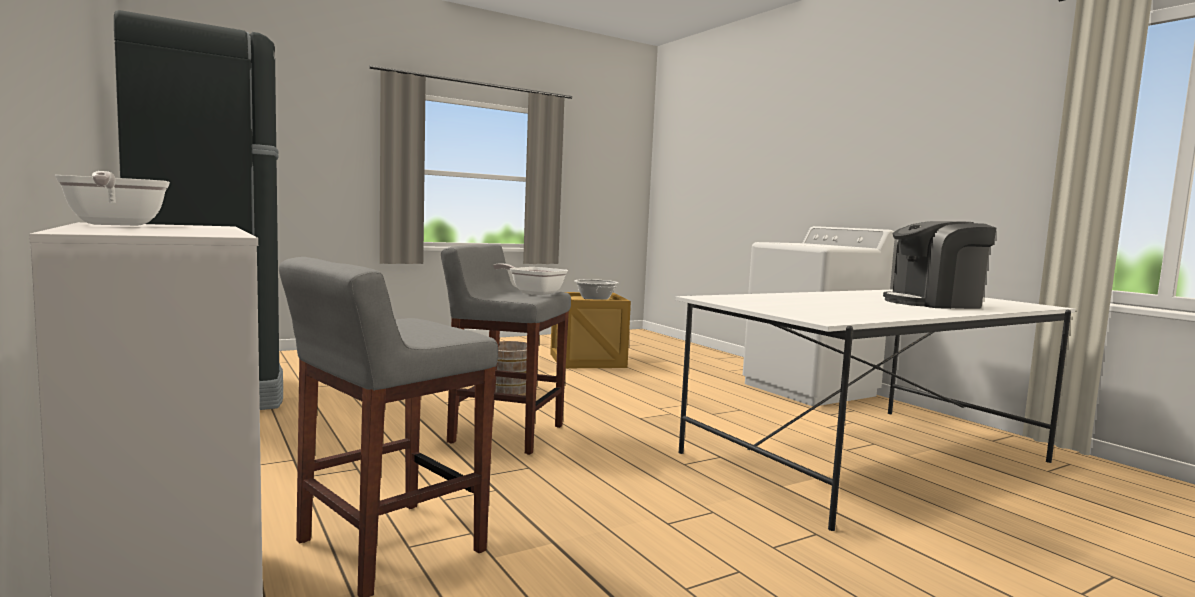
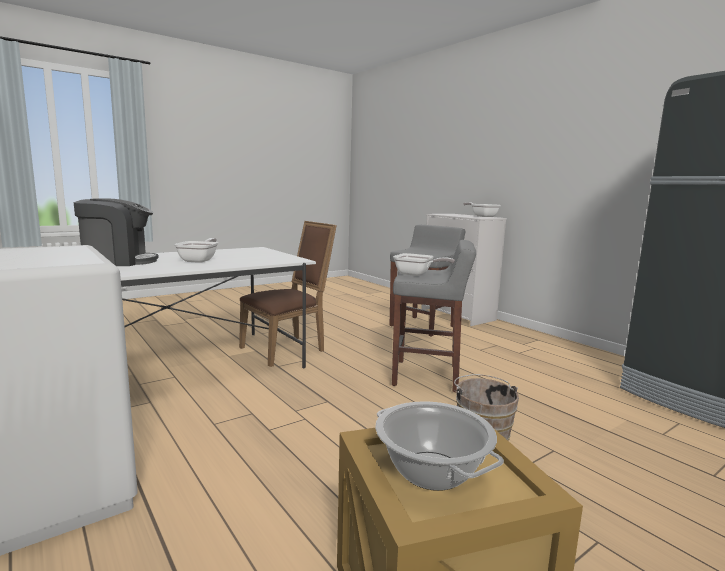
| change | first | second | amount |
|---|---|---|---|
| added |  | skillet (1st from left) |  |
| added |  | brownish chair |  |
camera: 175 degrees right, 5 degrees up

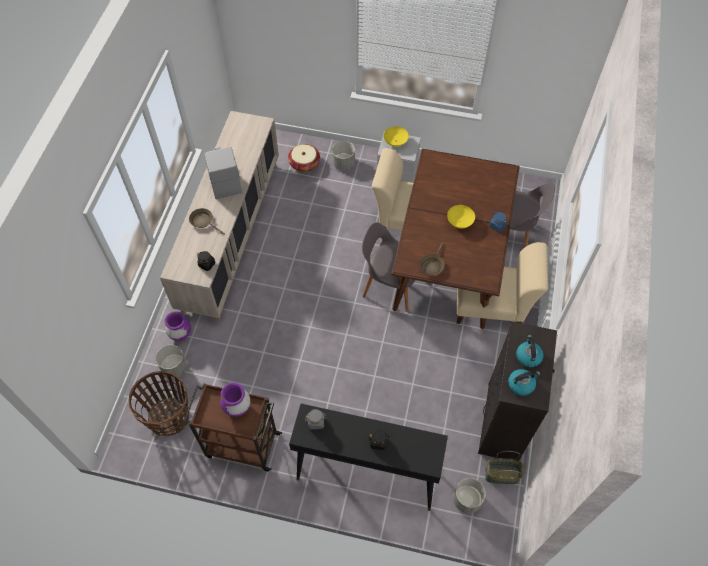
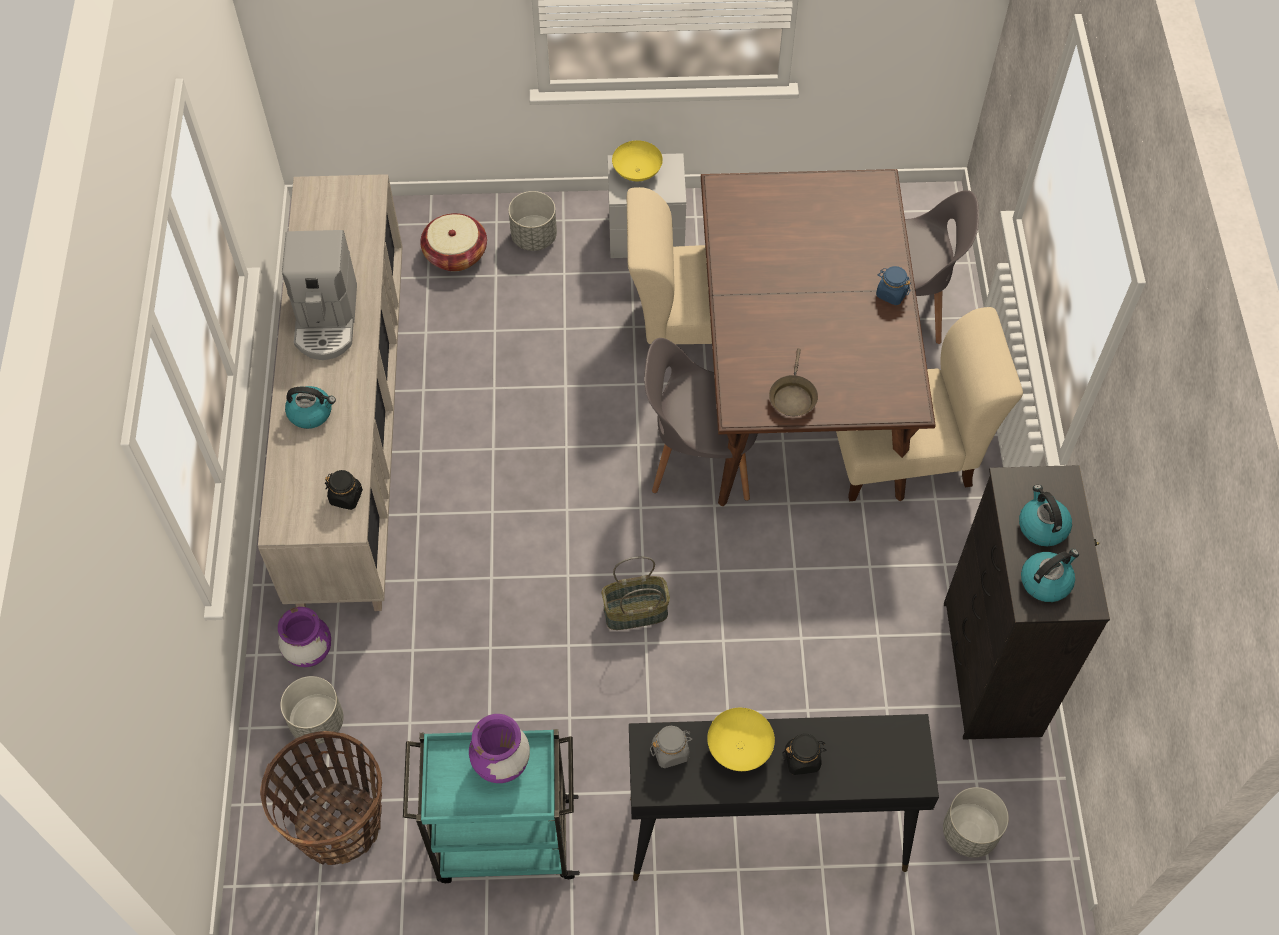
| change | first | second | amount |
|---|---|---|---|
| turned | coffee maker |  | 150 degrees counterclockwise |
| replaced | brownish skillet (1st from left) | tea kettle (1st from left) |  |
| recoloured | brownish trolley | blue-green trolley |  |
| moved | household basket (3rd from left) |  |  |
| moved | yellow-coloured serving bowl (2nd from left) |  |  |
camera: 15 degrees left, 0 degrees up

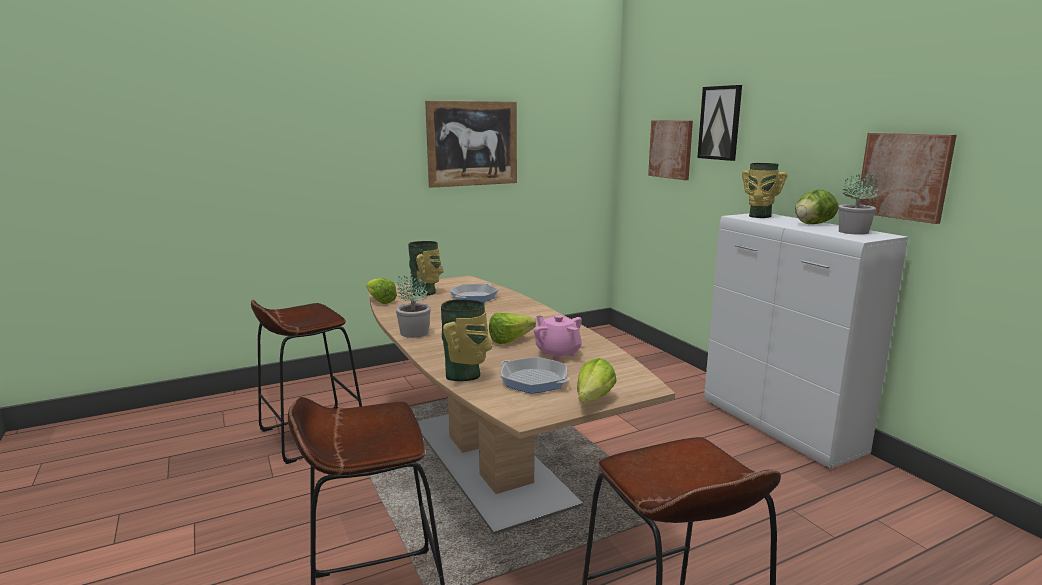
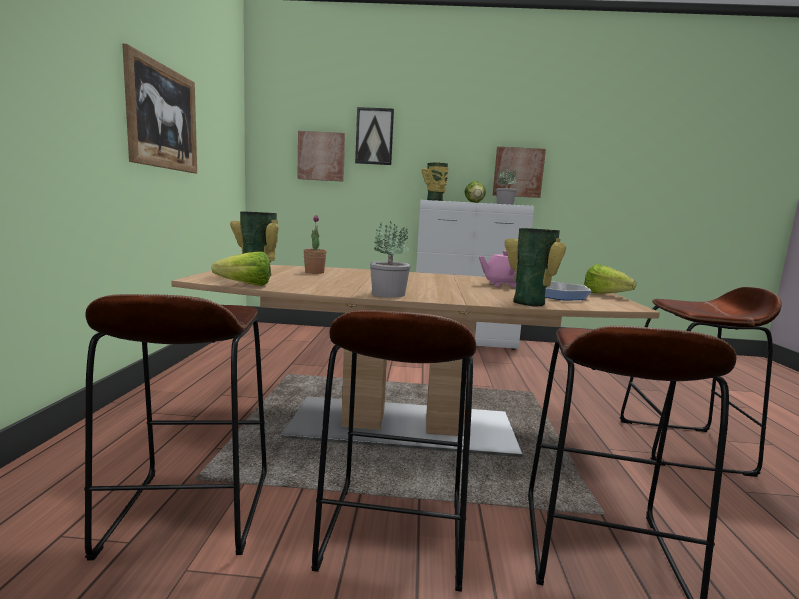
| change | first | second | amount |
|---|---|---|---|
| replaced | skillet (1st from left) | houseplant (1st from left) |  |
| added |  | brownish stool (2nd from left) |  |
| removed | lettuce head (2nd from left) |  |  |
camera: 60 degrees left, 5 degrees down

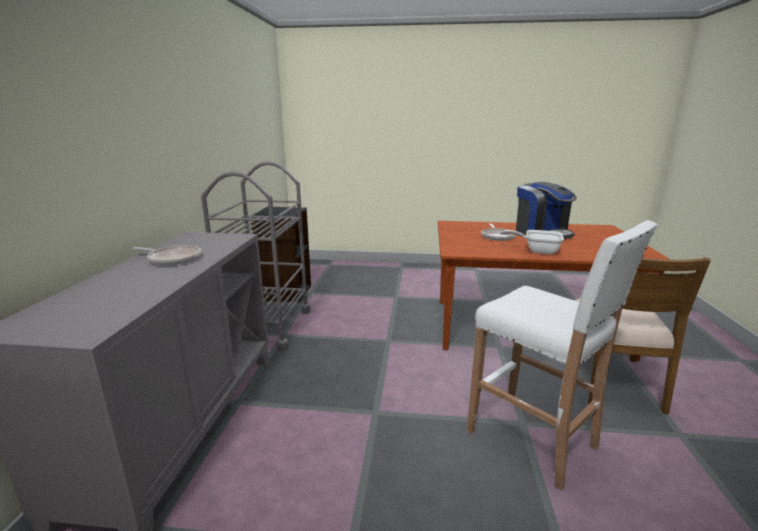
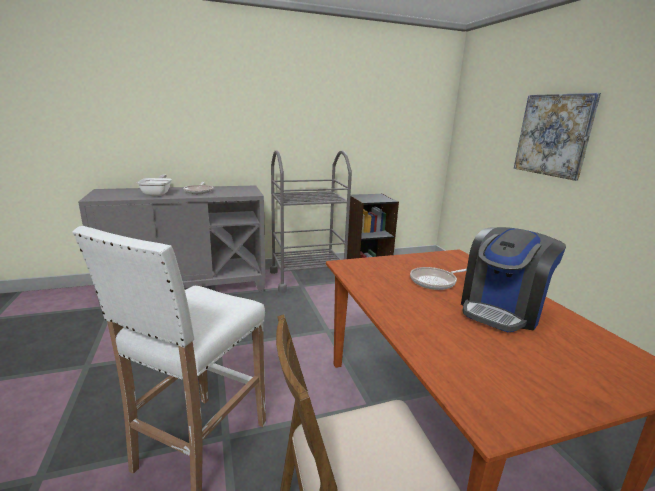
| change | first | second | amount |
|---|---|---|---|
| moved | skillet (3rd from left in the first image) | skillet (1st from left) |  |
| added |  | picture |  |
camera: 65 degrees right, 0 degrees up

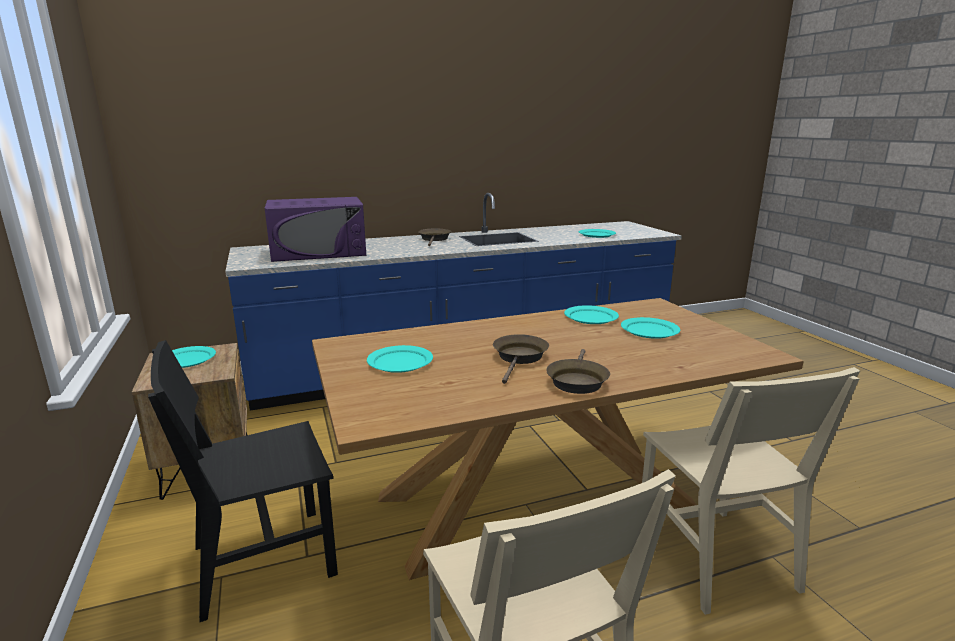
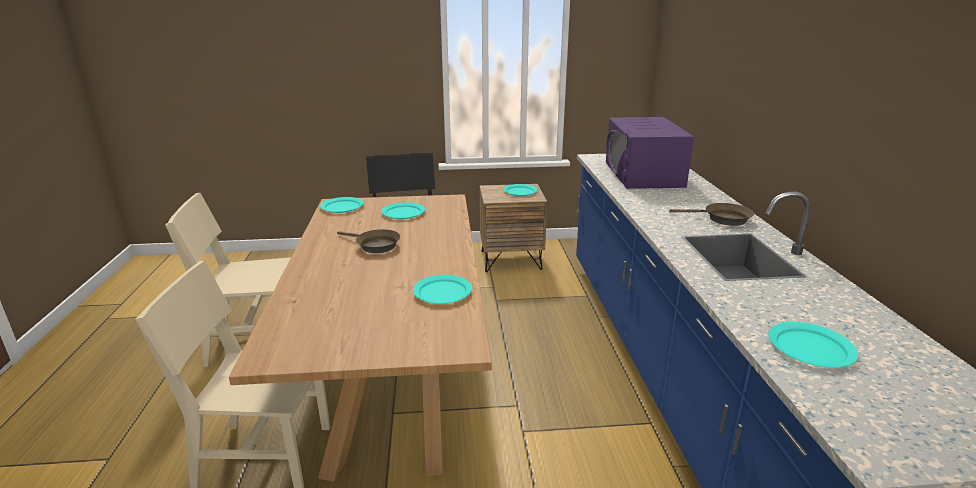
| change | first | second | amount |
|---|---|---|---|
| moved | blue-green flat dish (5th from left in the first image) | blue-green flat dish (1st from left) |  |
| removed | brownish skillet (3rd from left) |  |  |
camera: 105 degrees right, 5 degrees up

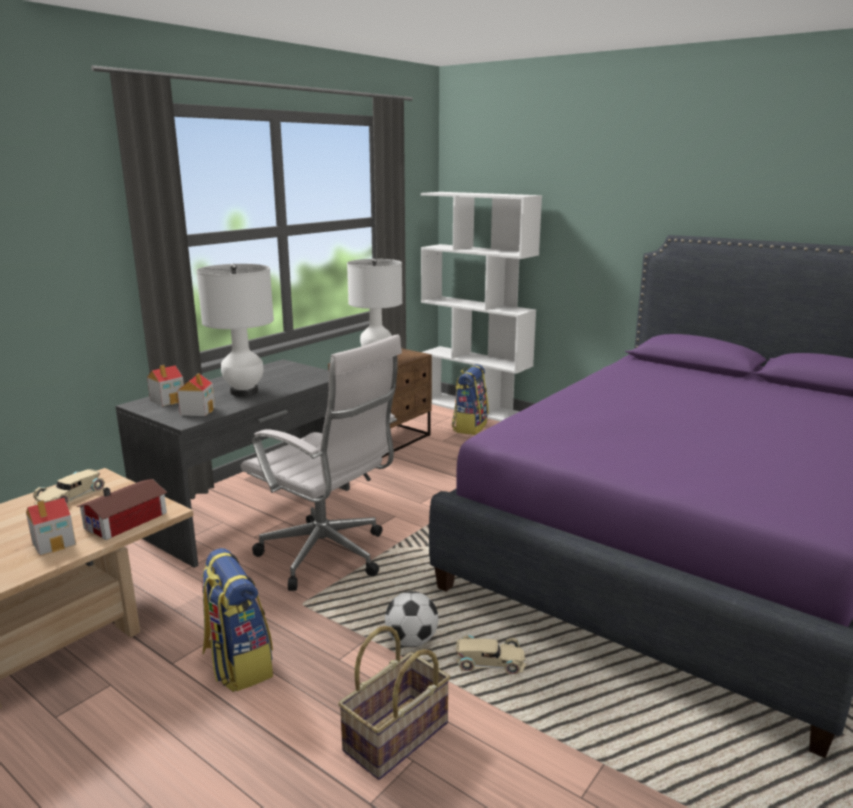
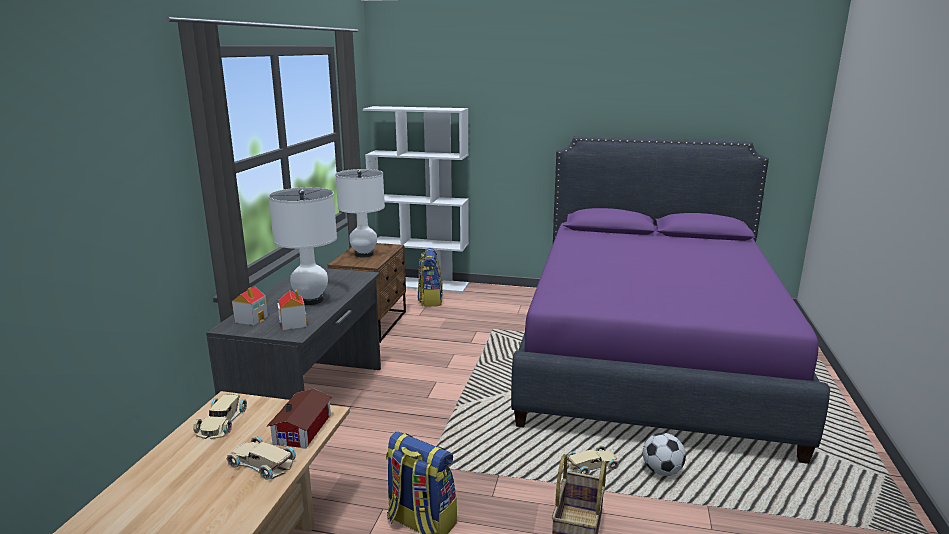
| change | first | second | amount |
|---|---|---|---|
| replaced | miniature house (1st from left) | beige-coloured model car (2nd from left) |  |
| moved | ball for football |  |  |
| removed | white-coloured office chair |  |  |
camera: 25 degrees left, 0 degrees up

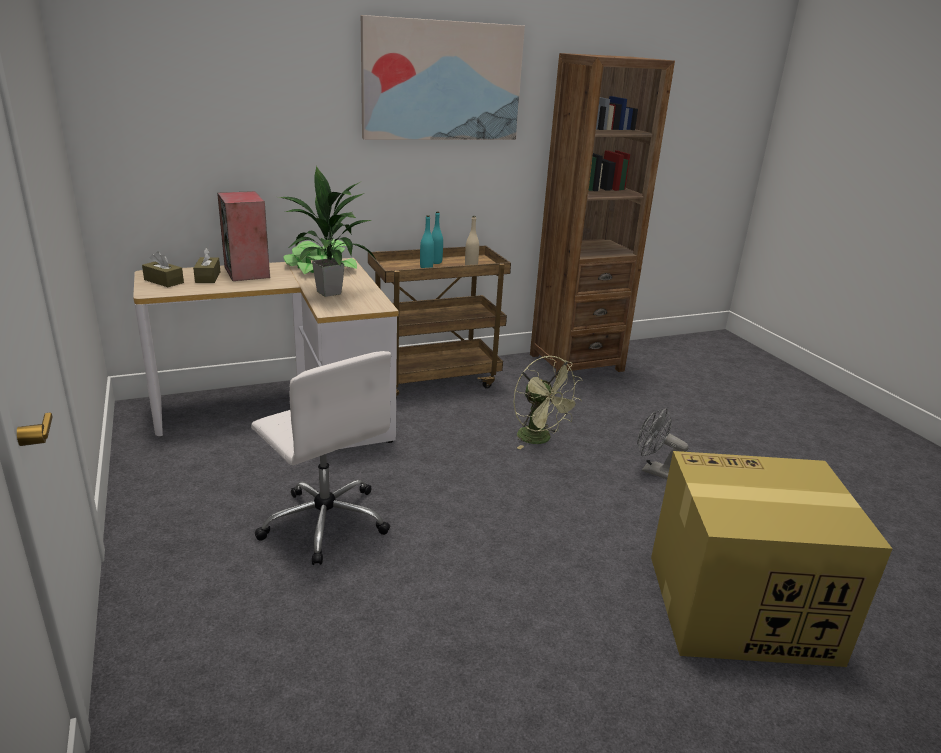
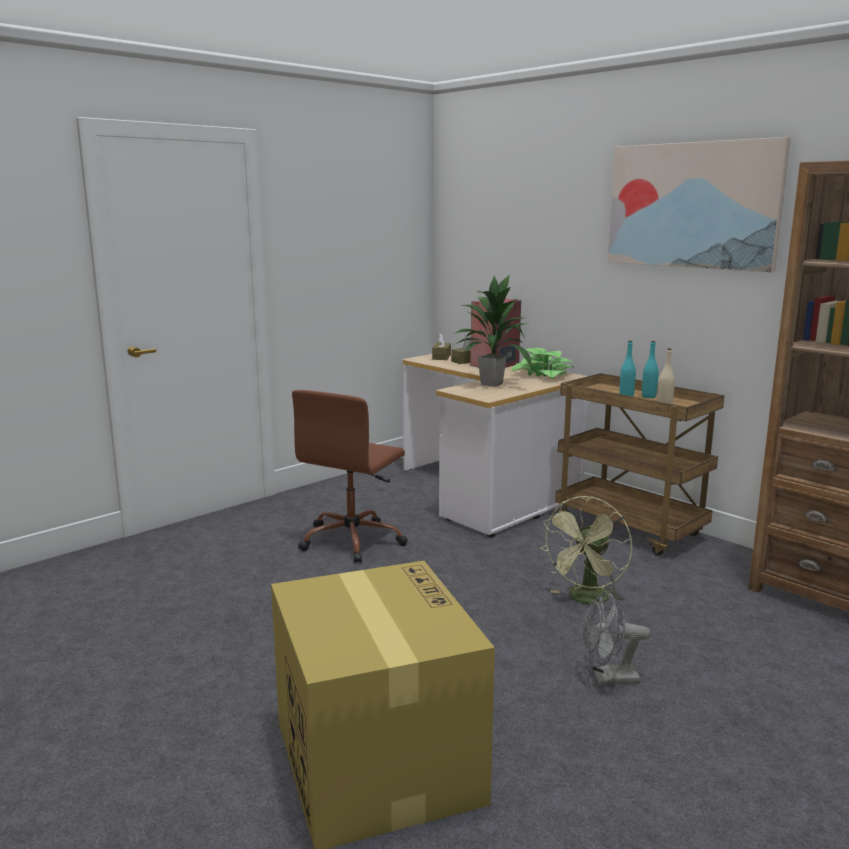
| change | first | second | amount |
|---|---|---|---|
| recoloured | white-coloured office chair | brownish office chair |  |
| turned | gray cooling fan |  | 105 degrees counterclockwise |
camera: 70 degrees right, 10 degrees down

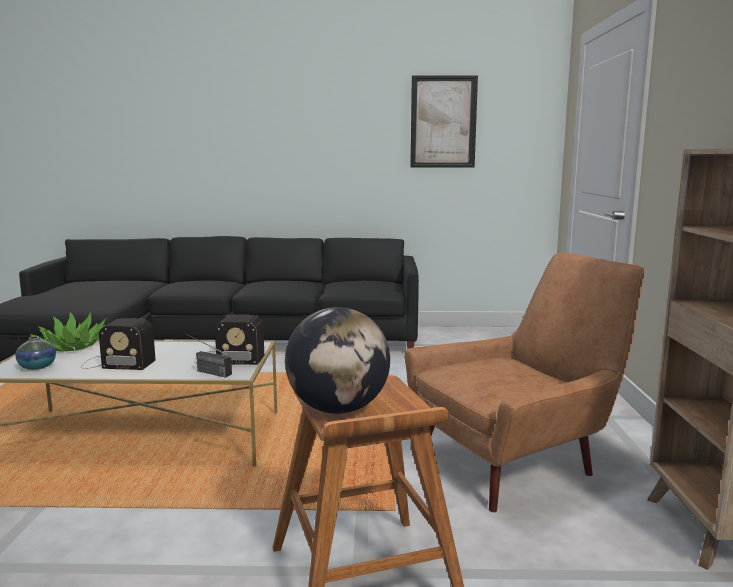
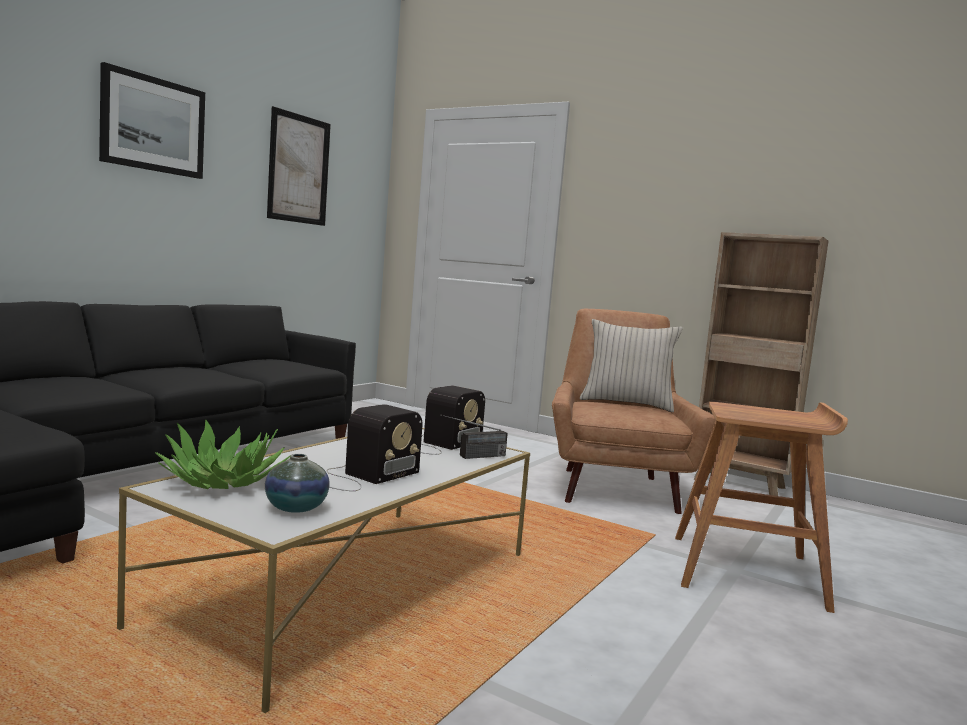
| change | first | second | amount |
|---|---|---|---|
| added |  | picture (1st from left) |  |
| added |  | beige-coloured cushion |  |
| removed | world globe |  |  |
camera: 60 degrees left, 5 degrees down

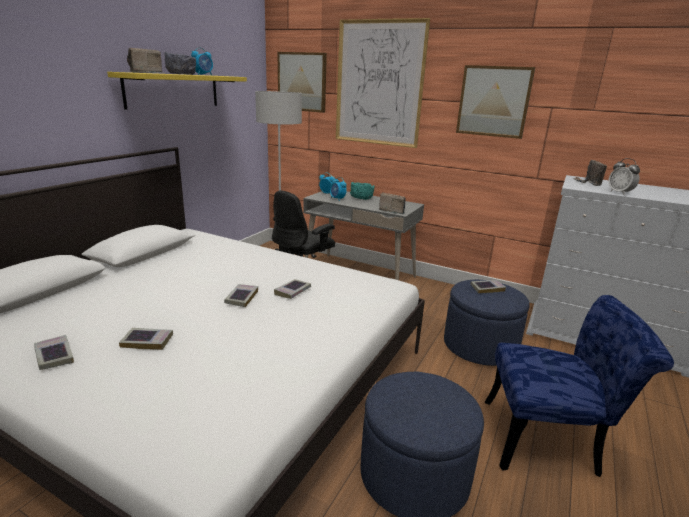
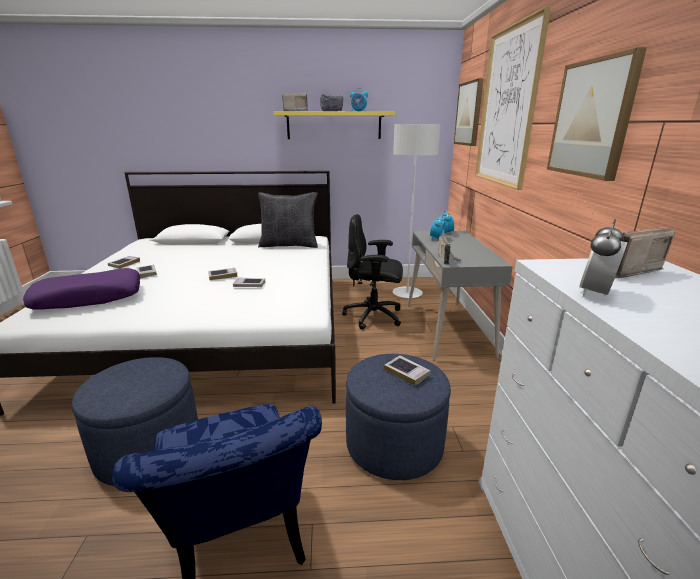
| change | first | second | amount |
|---|---|---|---|
| added |  | purple-coloured cushion |  |
| added |  | blackish cushion |  |
| removed | blue-green serving bowl |  |  |
camera: 60 degrees right, 0 degrees up

